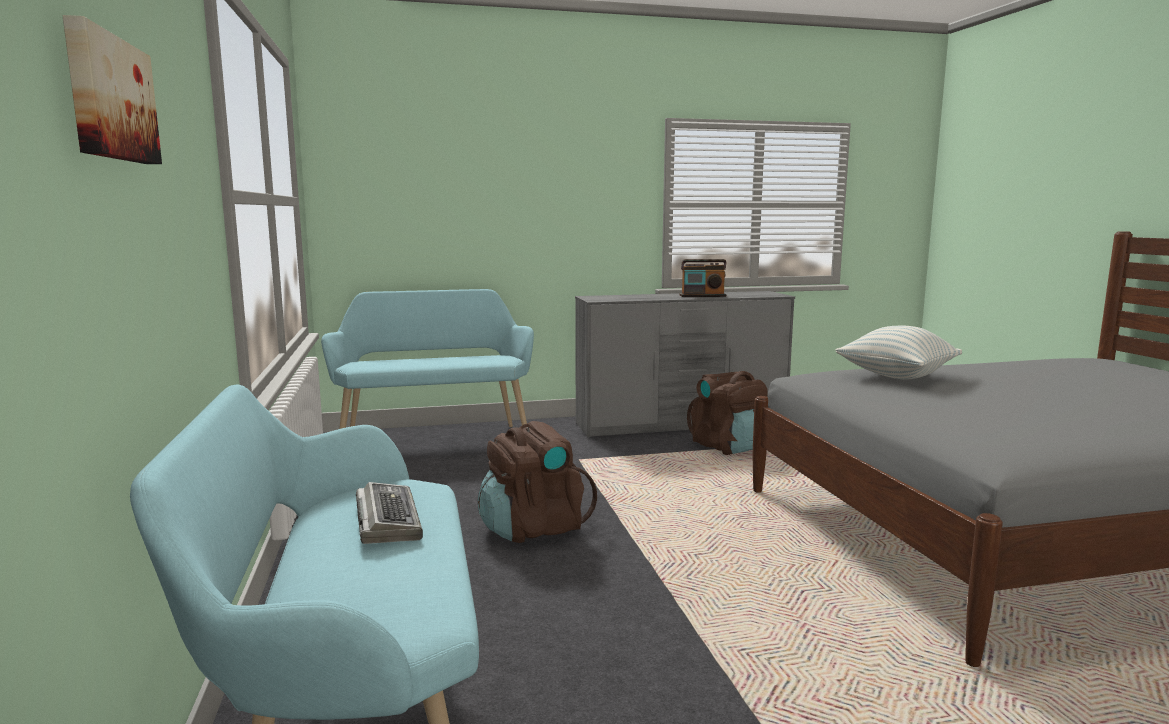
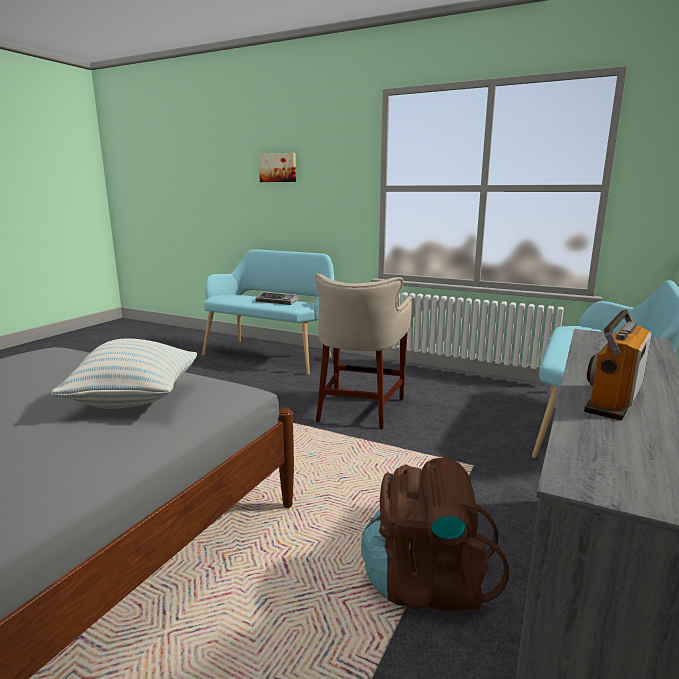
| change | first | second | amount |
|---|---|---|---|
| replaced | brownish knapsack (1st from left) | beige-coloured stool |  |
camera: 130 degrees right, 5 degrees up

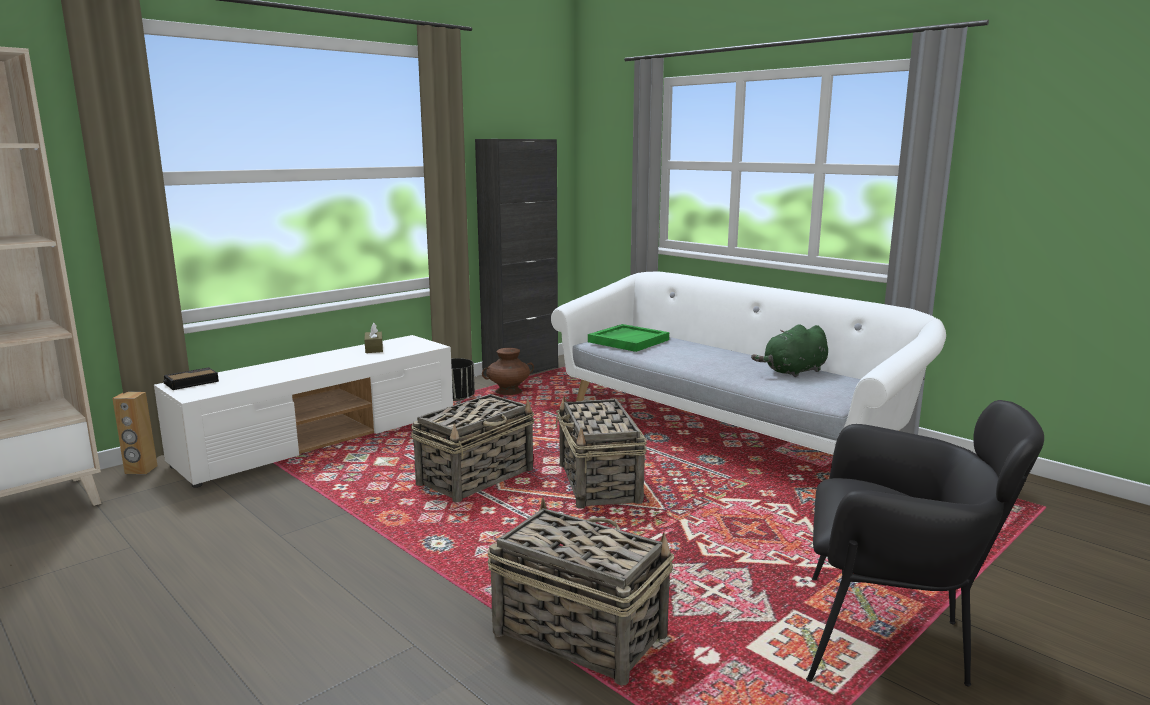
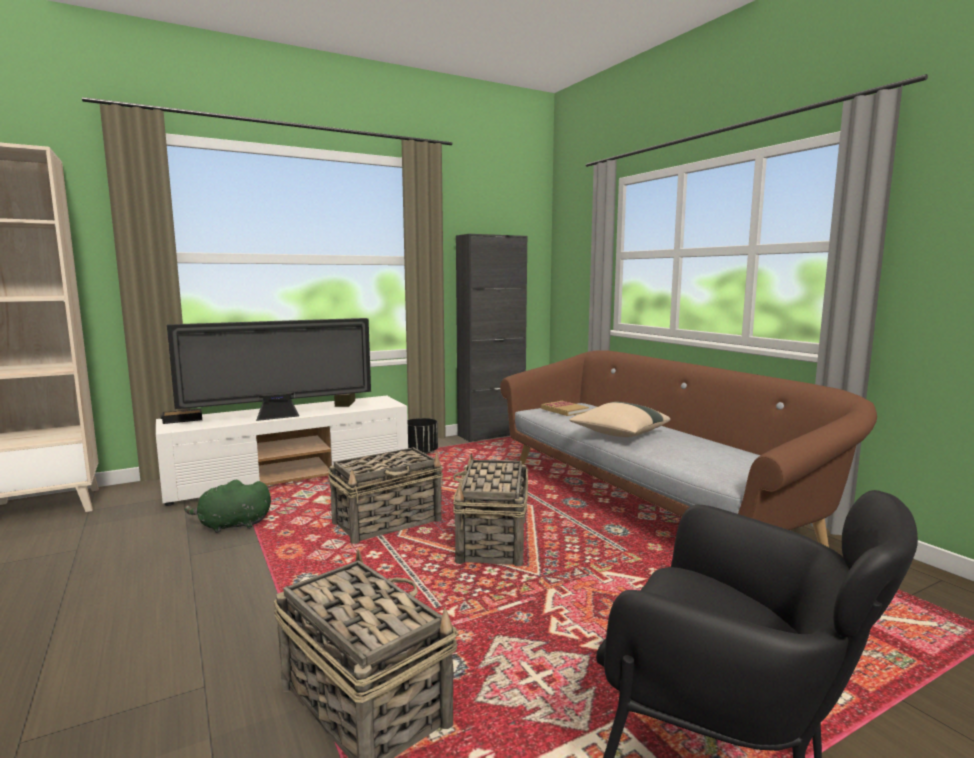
| change | first | second | amount |
|---|---|---|---|
| added |  | television |  |
| moved | green plush toy |  |  |
| recoloured | white-coloured couch | brownish couch |  |
| replaced | green carrying tray | bound book |  |
| added |  | beige-coloured cushion |  |
| removed | brownish loudspeaker |  |  |
| removed | brownish vase |  |  |
camera: 15 degrees right, 5 degrees down

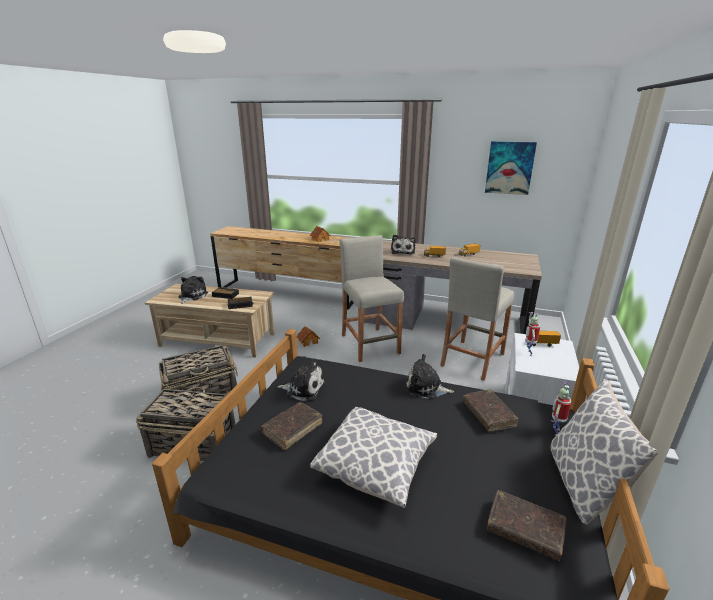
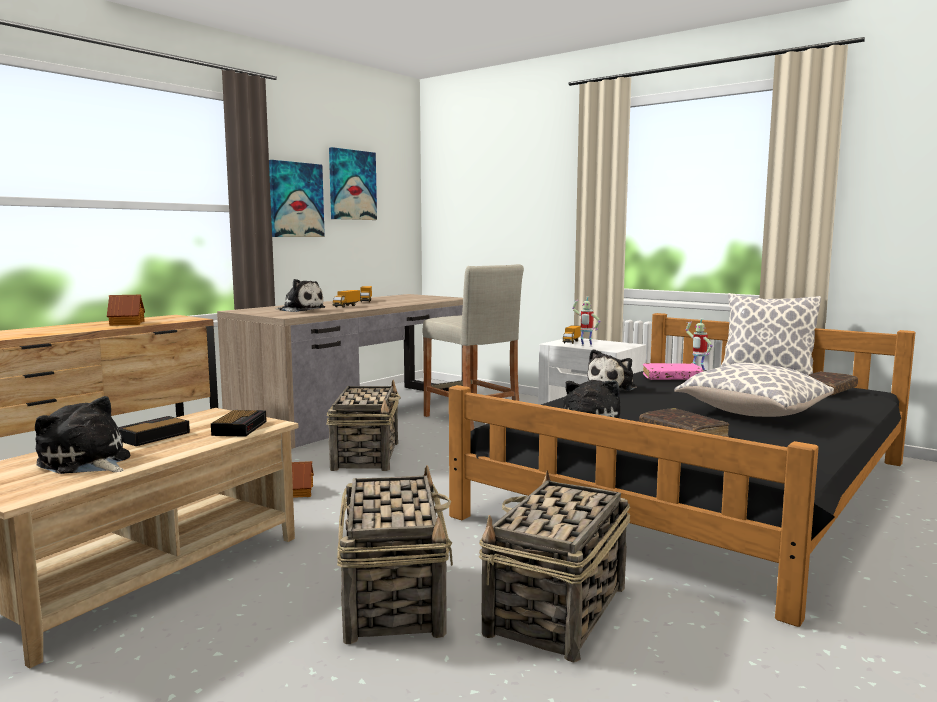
| change | first | second | amount |
|---|---|---|---|
| added |  | picture (1st from left) |  |
| replaced | beige-coloured stool (1st from left) | household basket (1st from left) |  |
| recoloured | brownish bound book (2nd from left) | pinkish bound book |  |
camera: 70 degrees left, 15 degrees down

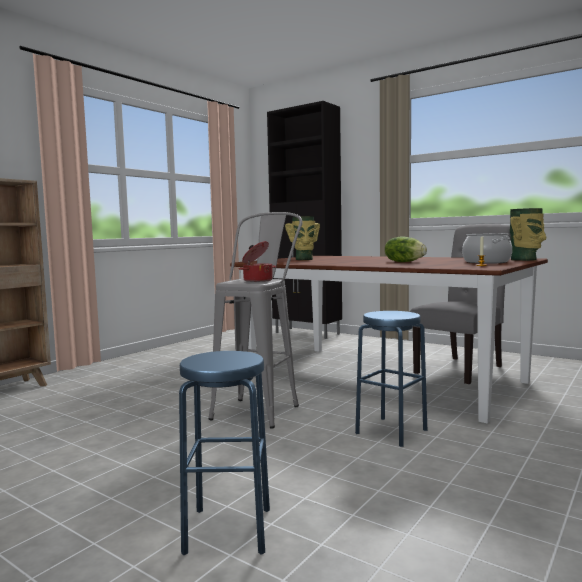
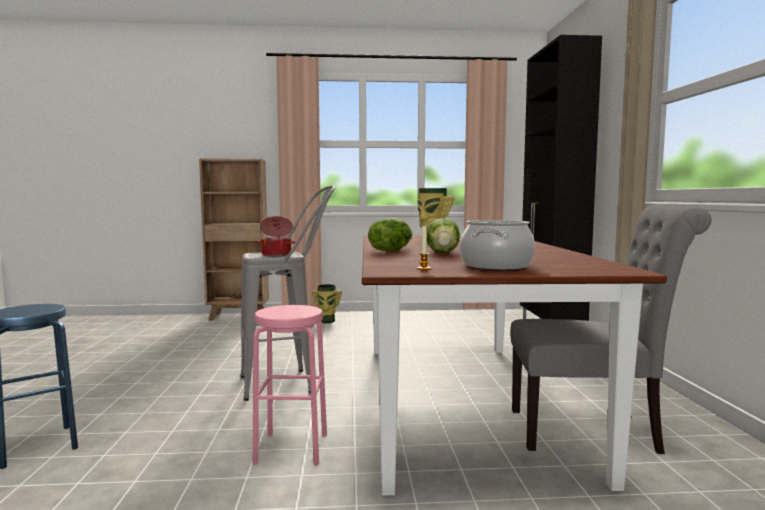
| change | first | second | amount |
|---|---|---|---|
| recoloured | blue stool (2nd from left) | pinkish stool |  |
| moved | vase (2nd from left in the first image) | vase (1st from left) |  |
| added |  | lettuce head (1st from left) |  |
camera: 50 degrees right, 0 degrees up

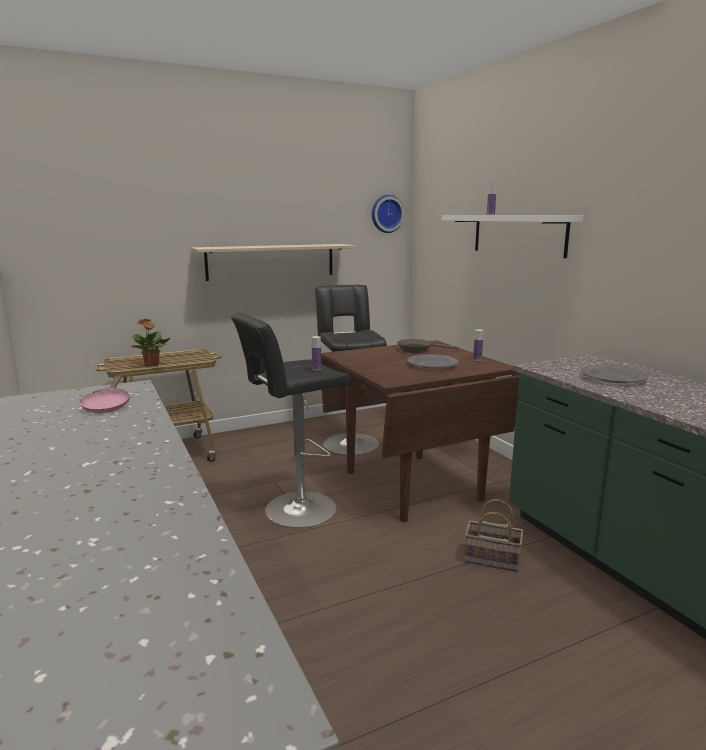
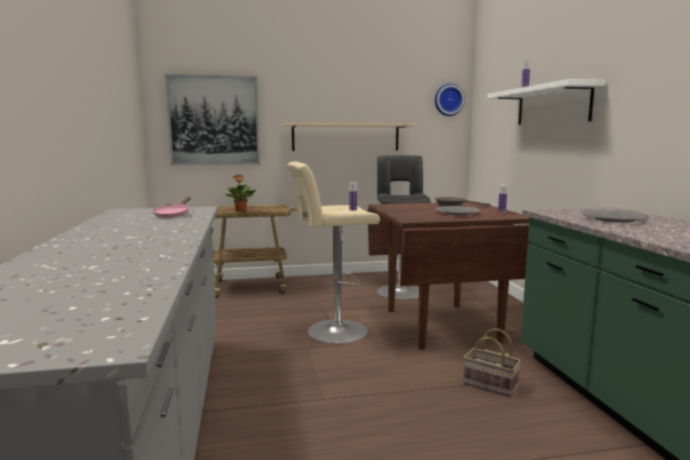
| change | first | second | amount |
|---|---|---|---|
| added |  | picture |  |
| recoloured | blackish stool (1st from left) | beige-coloured stool |  |
camera: 15 degrees right, 5 degrees down

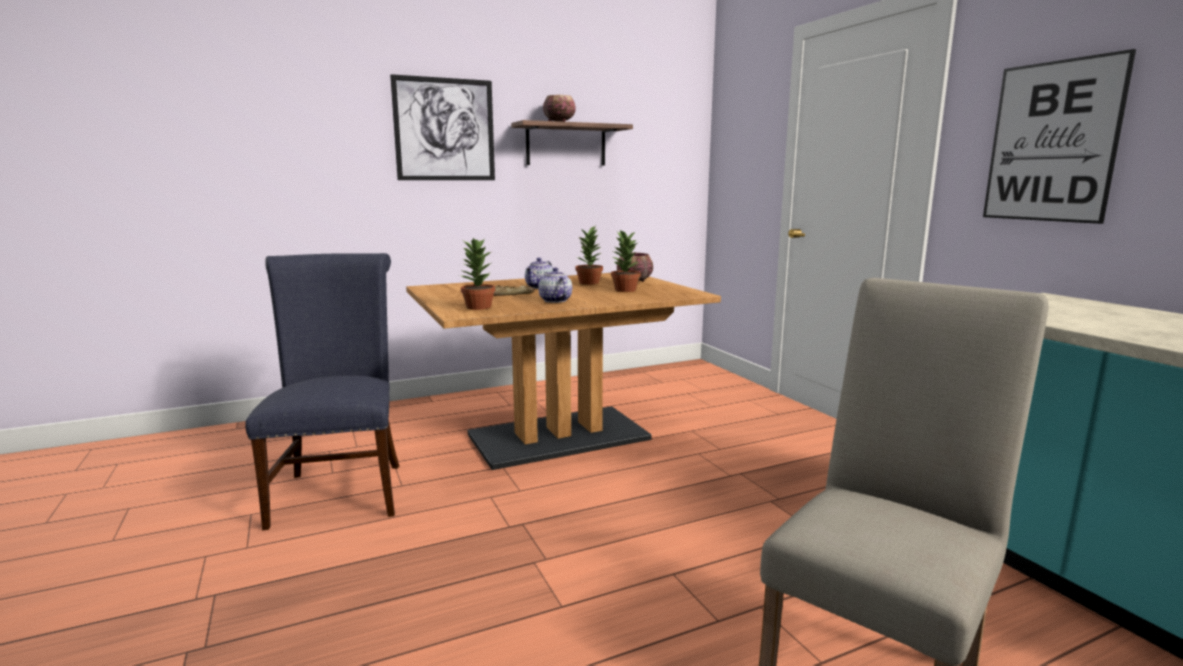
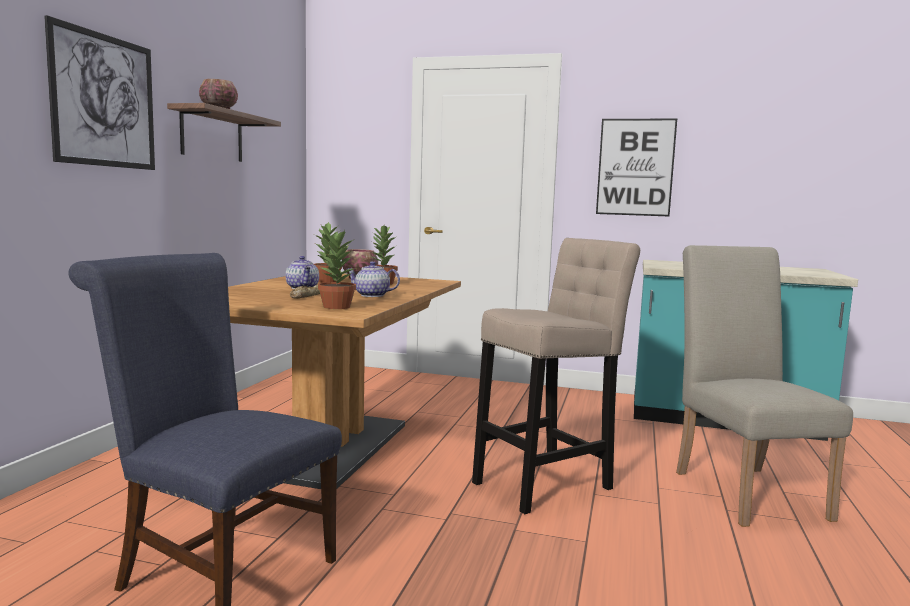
| change | first | second | amount |
|---|---|---|---|
| added |  | beige-coloured stool |  |
camera: 50 degrees left, 5 degrees down

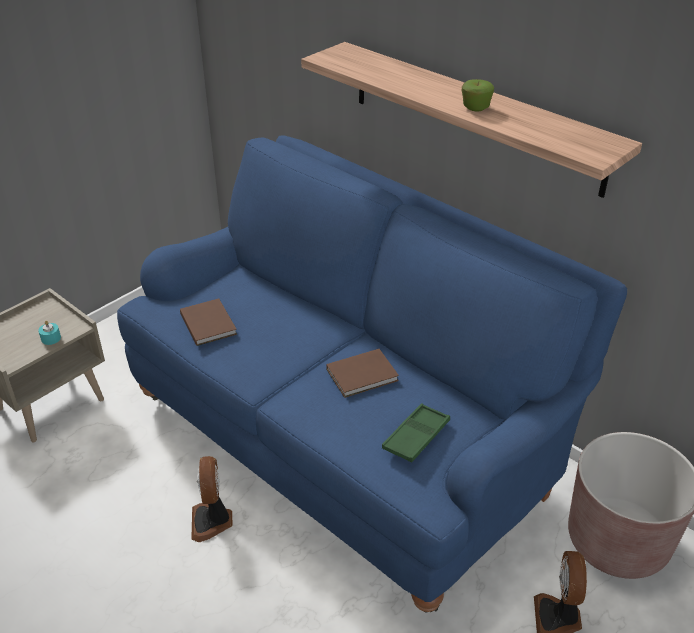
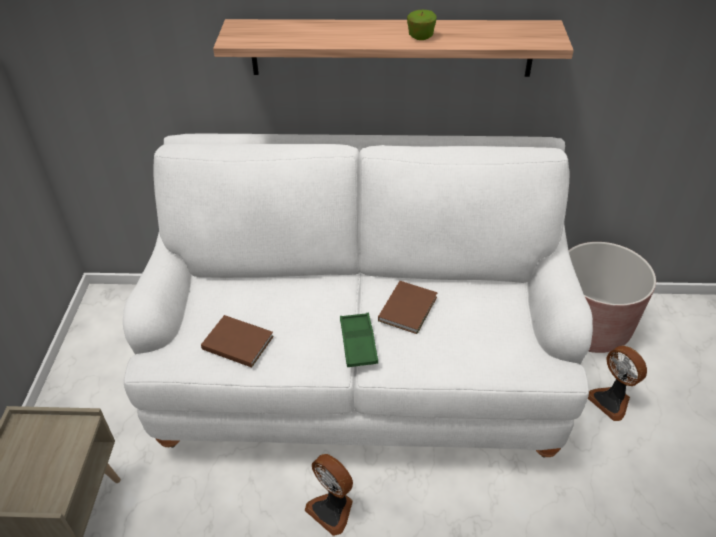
| change | first | second | amount |
|---|---|---|---|
| recoloured | blue couch | white-coloured couch |  |
| moved | green carrying tray |  |  |
| removed | blue-green candle |  |  |
camera: 40 degrees left, 5 degrees up

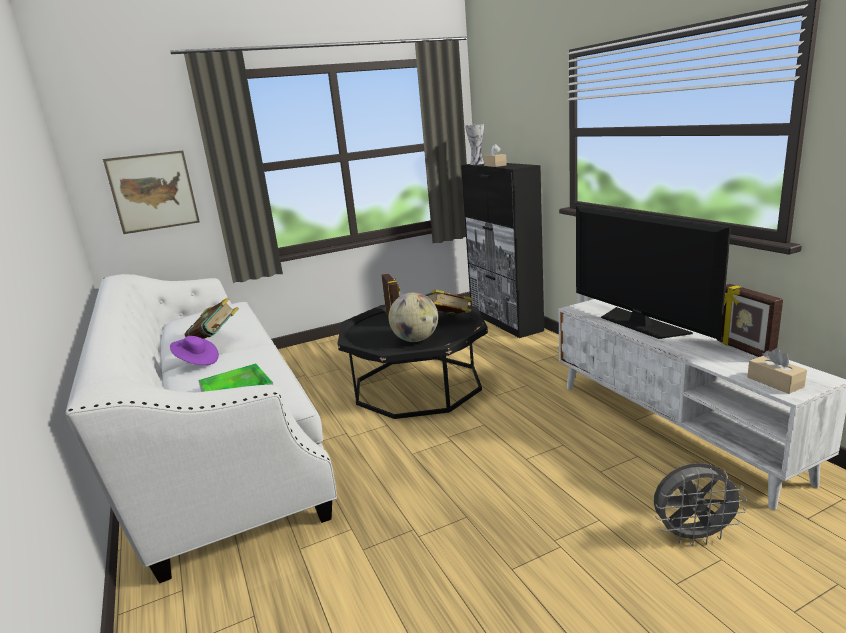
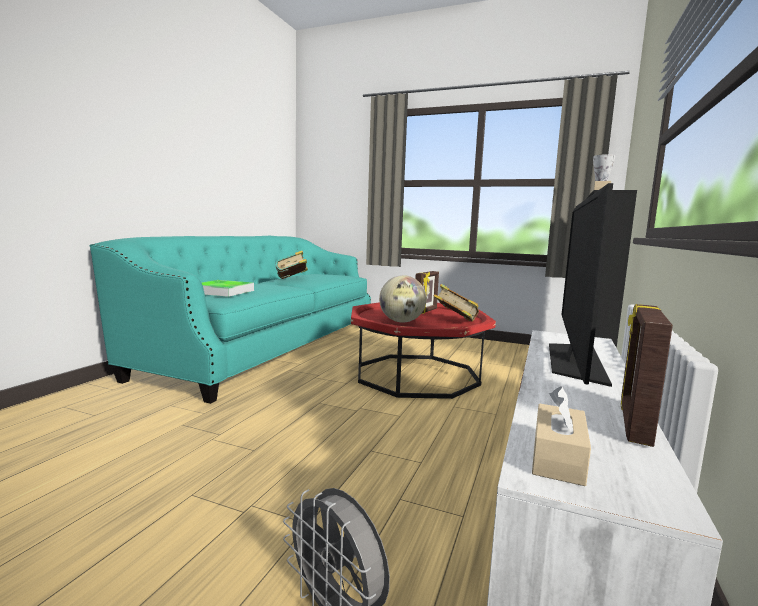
| change | first | second | amount |
|---|---|---|---|
| recoloured | white-coloured couch | blue-green couch |  |
| recoloured | blackish coffee table | red coffee table |  |
| removed | picture |  |  |
| removed | purple-coloured wearable hat |  |  |
camera: 45 degrees right, 10 degrees down

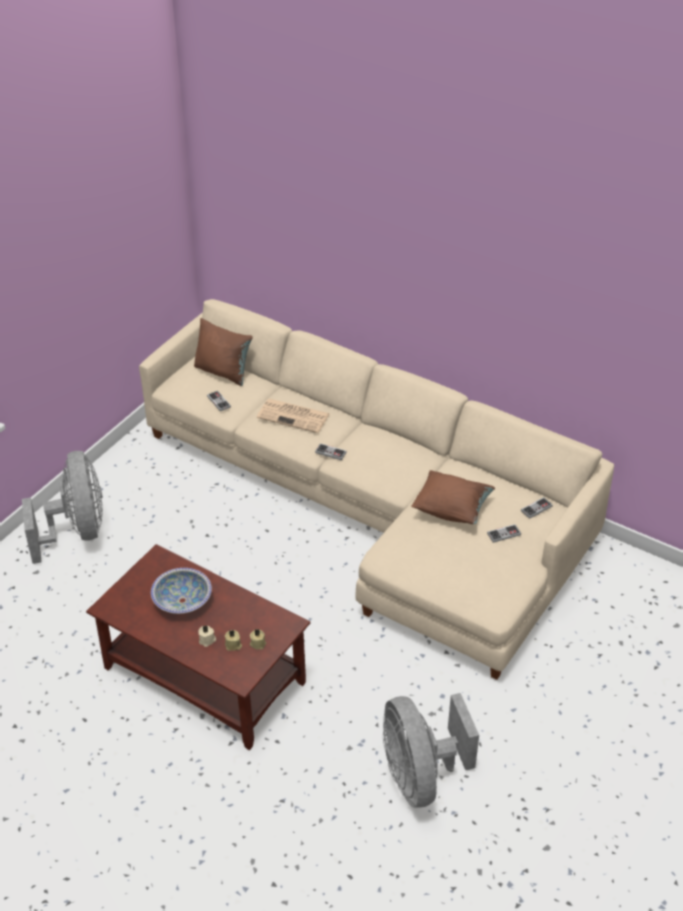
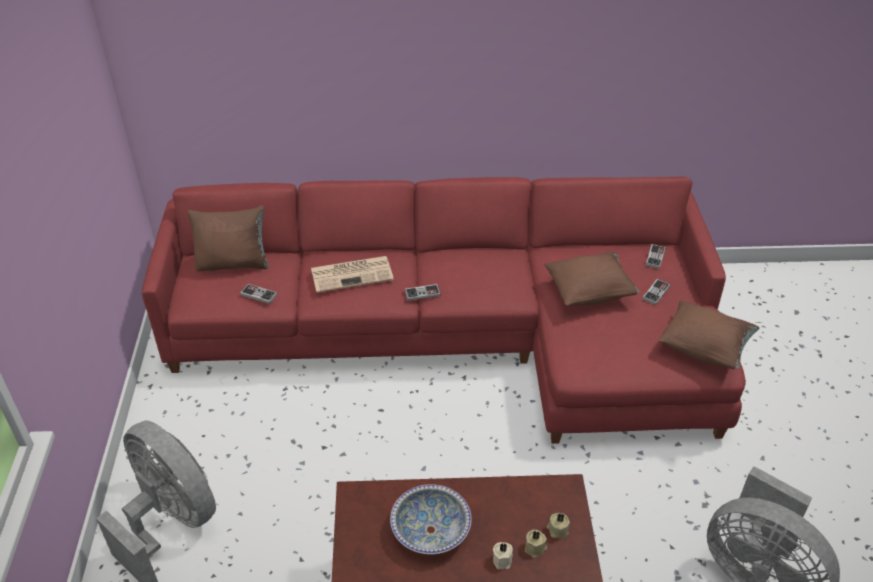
| change | first | second | amount |
|---|---|---|---|
| recoloured | beige-coloured couch | red couch |  |
| added |  | brownish cushion (3rd from left) |  |
camera: 35 degrees left, 0 degrees up

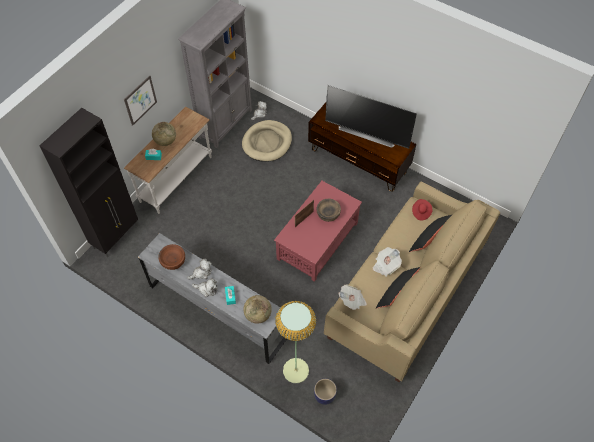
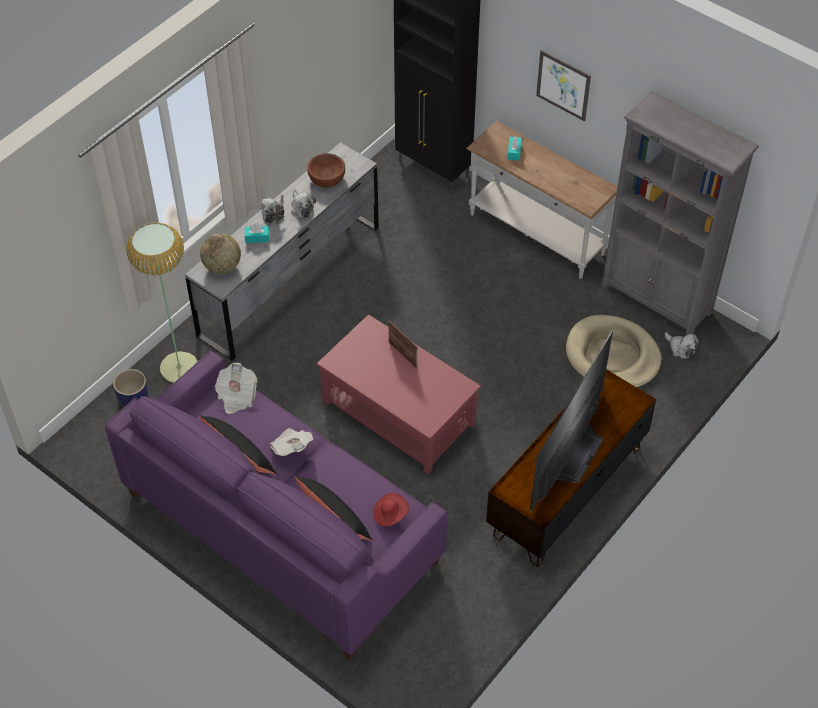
| change | first | second | amount |
|---|---|---|---|
| recoloured | beige-coloured couch | purple-coloured couch |  |
| removed | world globe (1st from left) |  |  |
| removed | brownish serving bowl (2nd from left) |  |  |
camera: 95 degrees right, 5 degrees down

